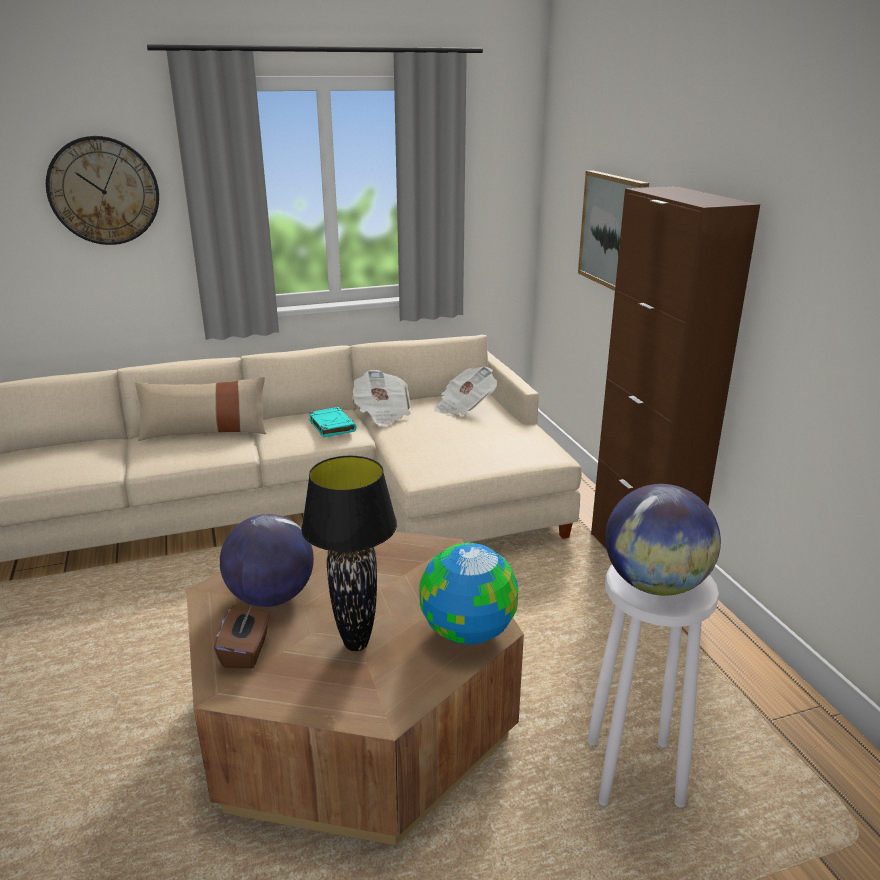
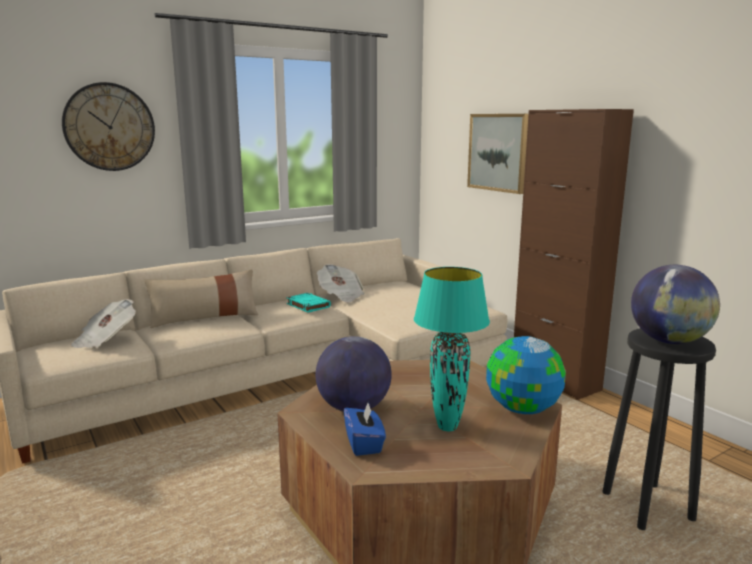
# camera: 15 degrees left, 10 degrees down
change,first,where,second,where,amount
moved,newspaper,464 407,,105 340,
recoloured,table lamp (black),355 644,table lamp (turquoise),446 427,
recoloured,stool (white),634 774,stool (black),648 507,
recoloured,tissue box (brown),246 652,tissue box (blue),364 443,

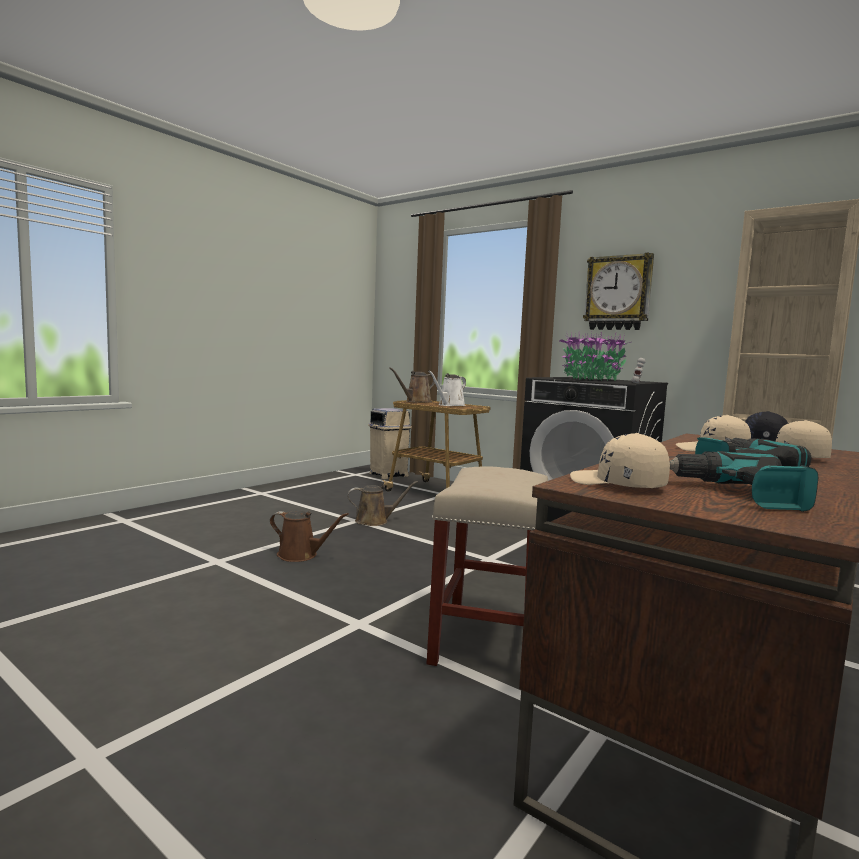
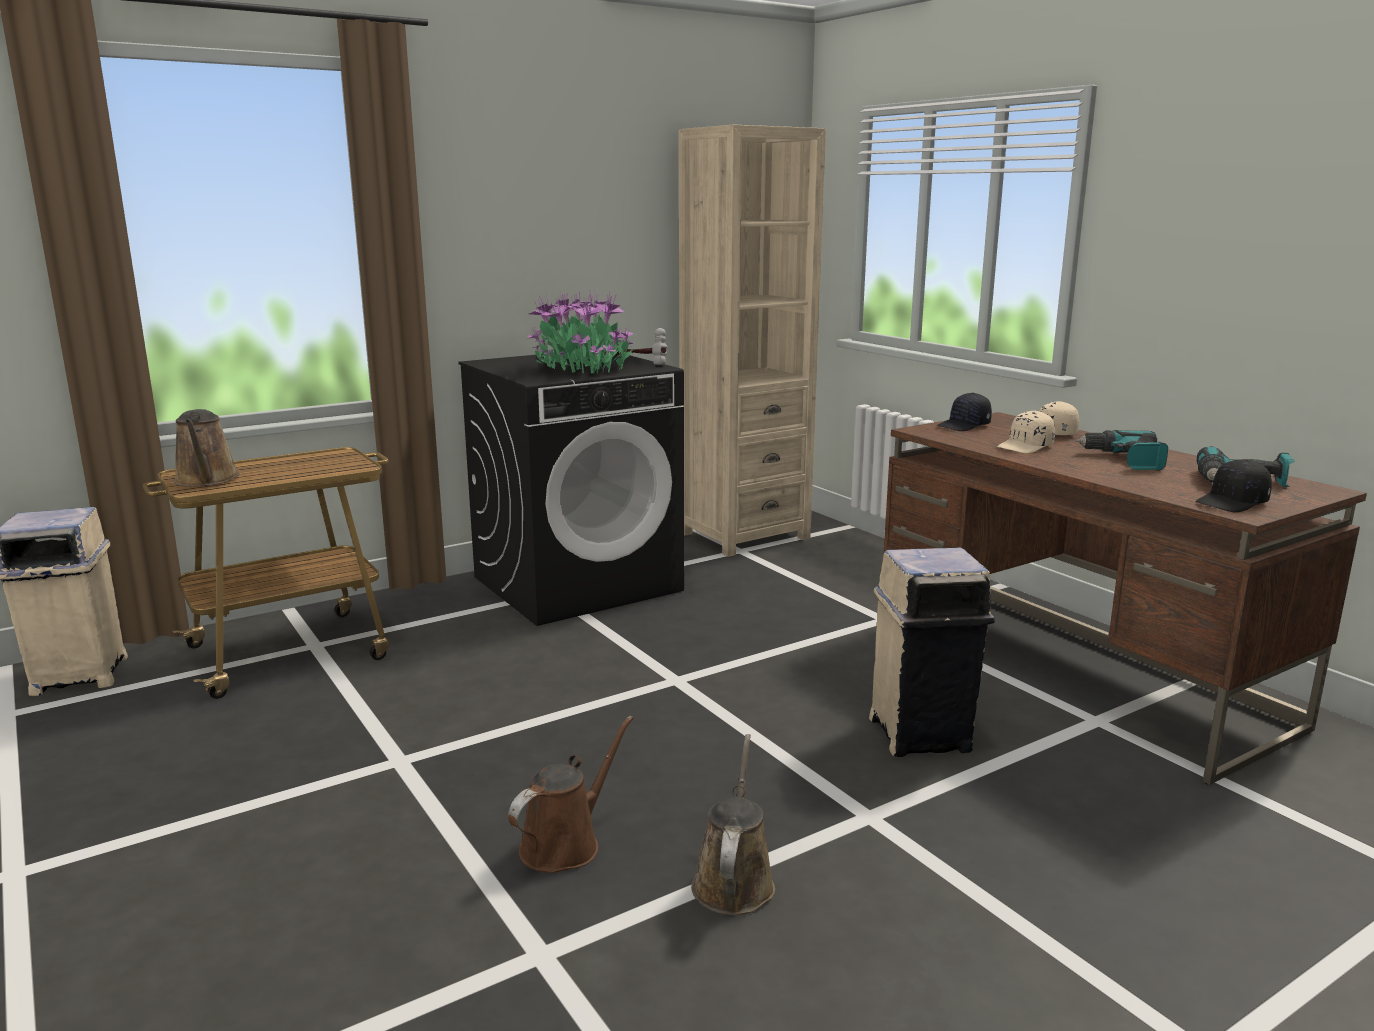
# camera: 70 degrees left, 10 degrees up
change,first,where,second,where,amount
removed,wall clock,618 293,,,
removed,watering can (white),449 405,,,
recoloured,cap (beige),617 485,cap (black),1232 503,
replaced,stool (beige),487 638,trash can (beige),921 734,
moved,watering can (brown),375 521,,734 881,

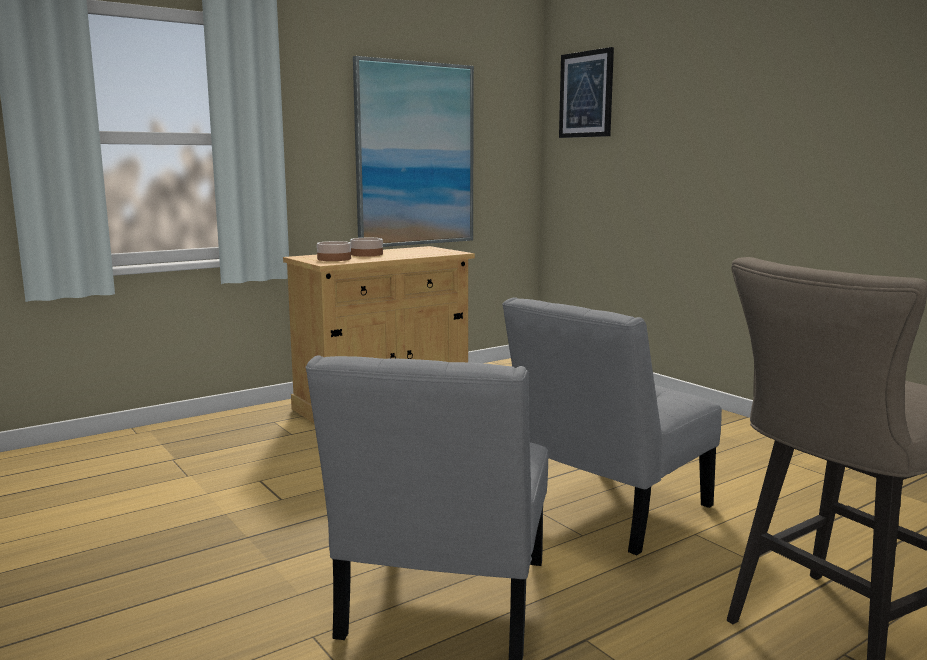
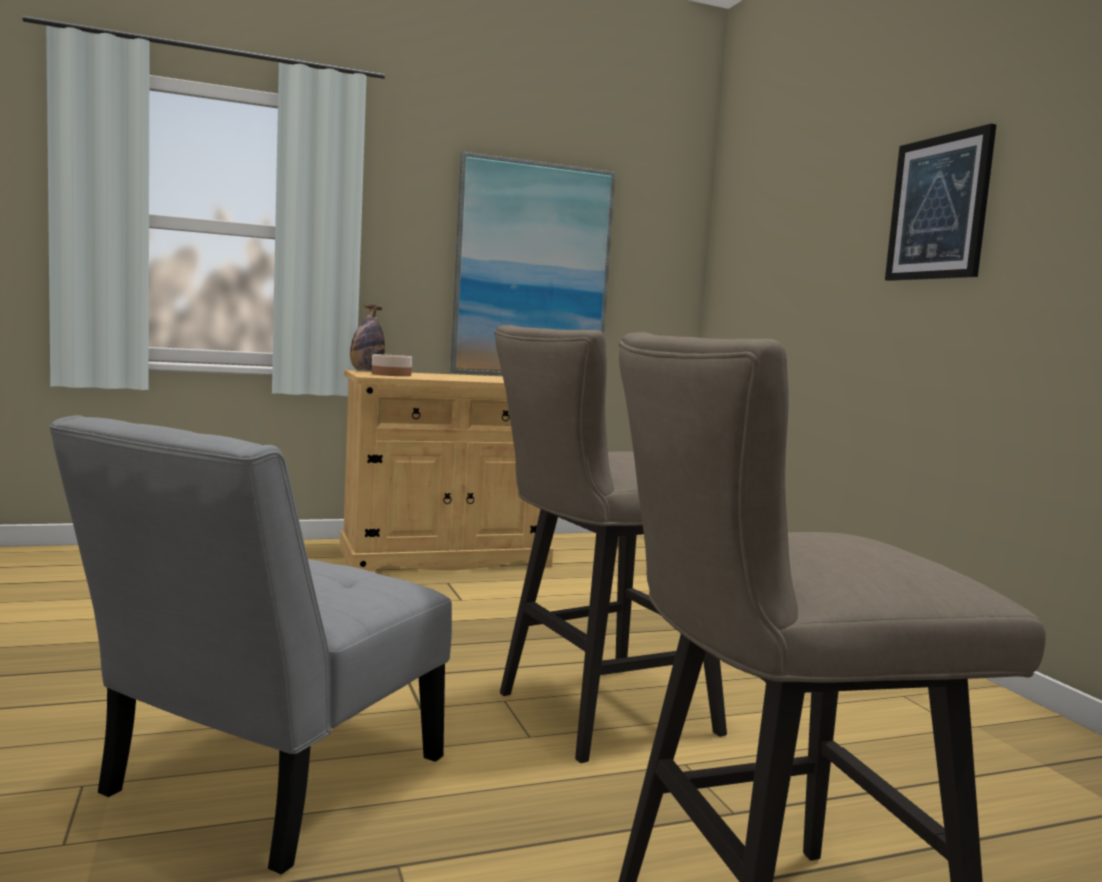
# camera: 15 degrees right, 5 degrees down
change,first,where,second,where,amount
moved,picture,586 94,,939 208,
removed,bowl,366 254,,,
replaced,chair (grey),607 511,stool (beige),592 714,
added,,,bottle,366 371,

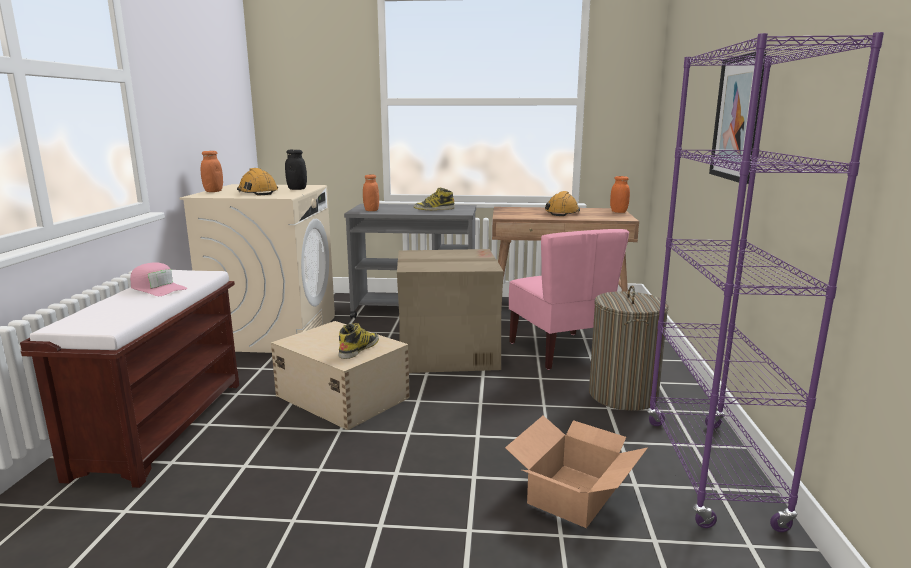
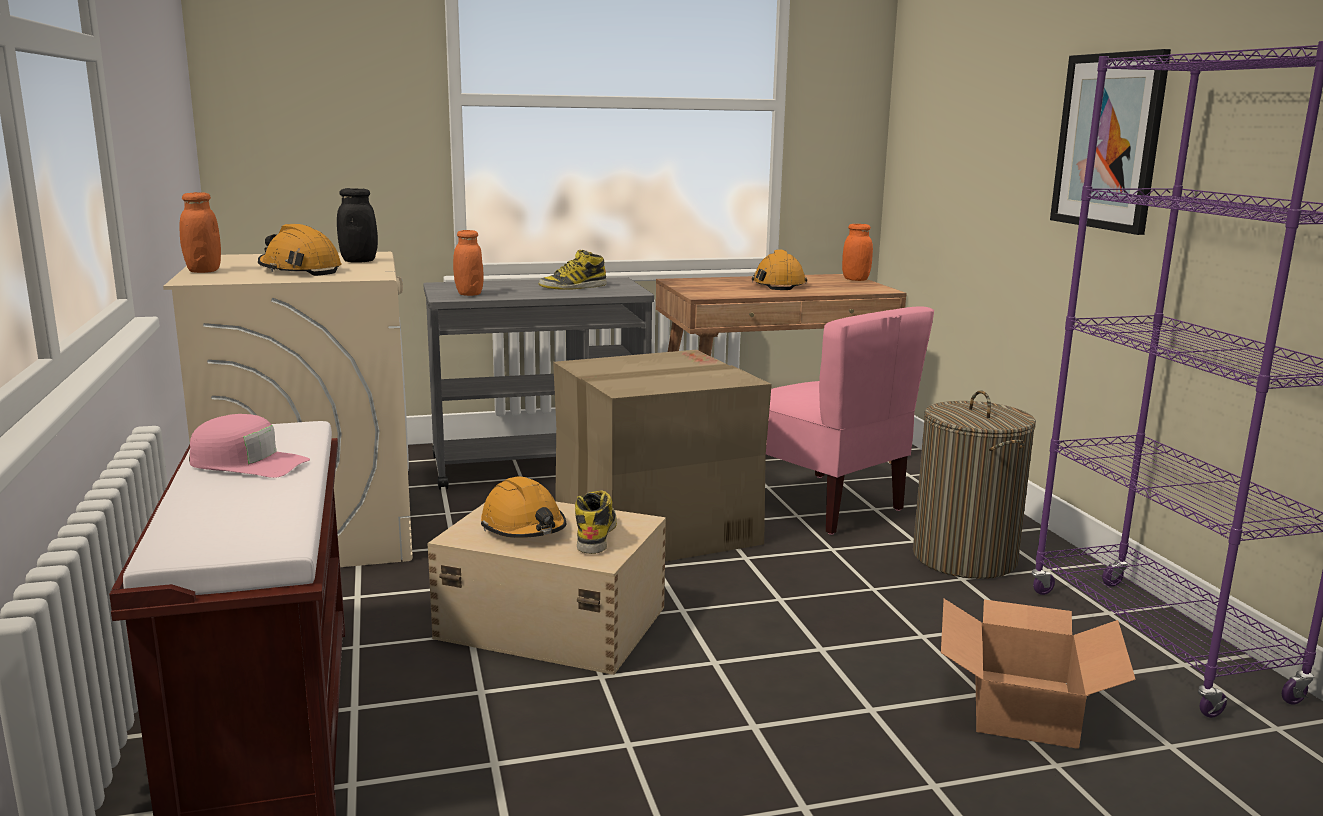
# camera: 20 degrees left, 0 degrees up
change,first,where,second,where,amount
added,,,hard hat (orange),524 528,

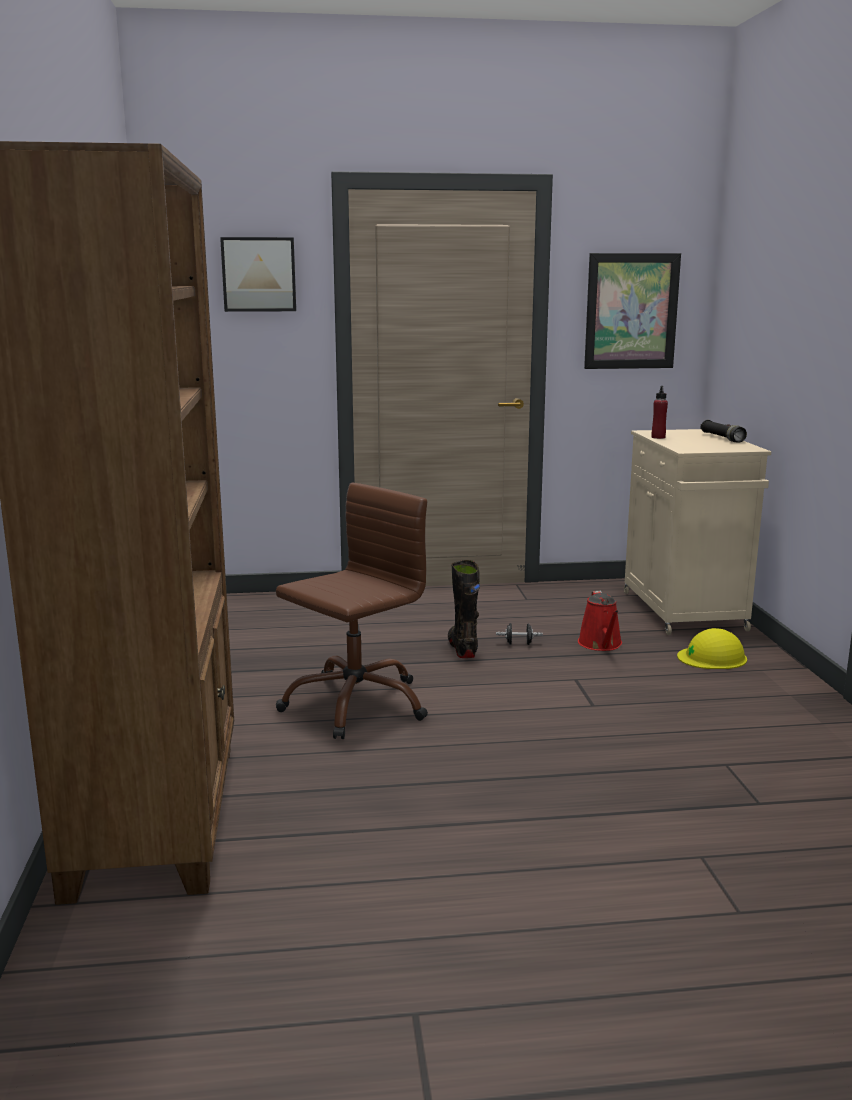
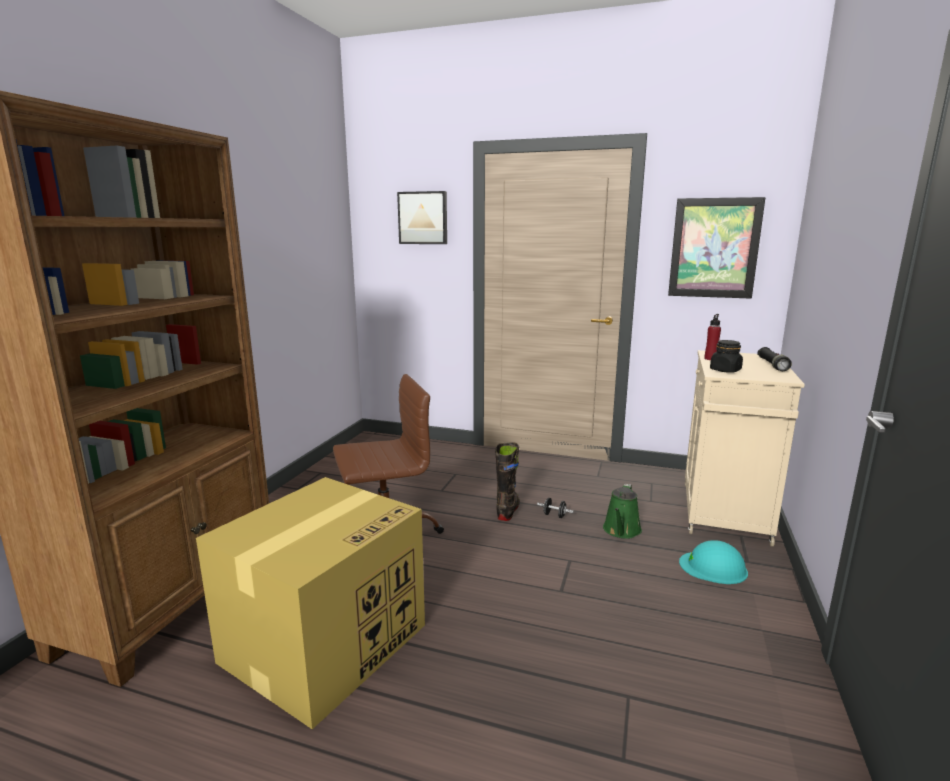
# camera: 25 degrees right, 0 degrees up
change,first,where,second,where,amount
recoloured,watering can (red),601 644,watering can (green),621 531,
recoloured,hard hat (yellow),712 657,hard hat (turquoise),713 567,
added,,,jar (black),725 370,
added,,,cardboard box,326 641,

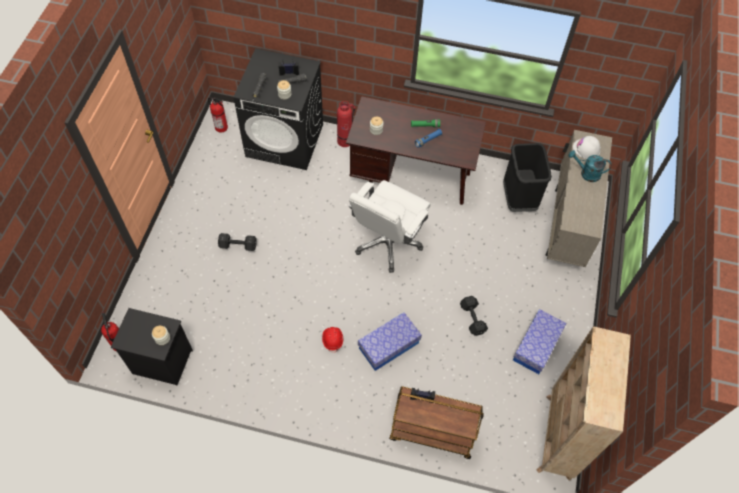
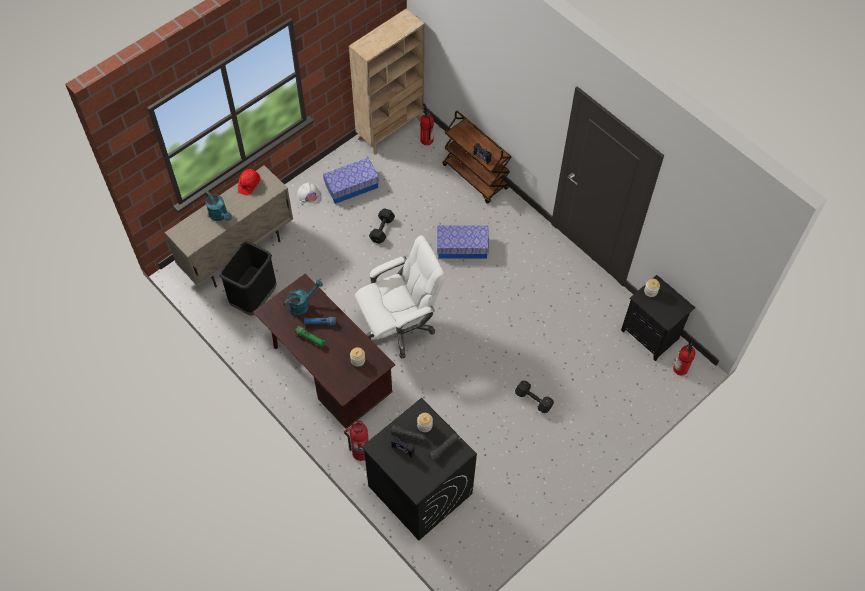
# camera: 145 degrees left, 0 degrees up
change,first,where,second,where,amount
moved,fire extinguisher,221 127,,426 140,
moved,hard hat (white),586 149,,308 195,
moved,hard hat (red),333 339,,249 185,
added,,,watering can (turquoise),302 305,

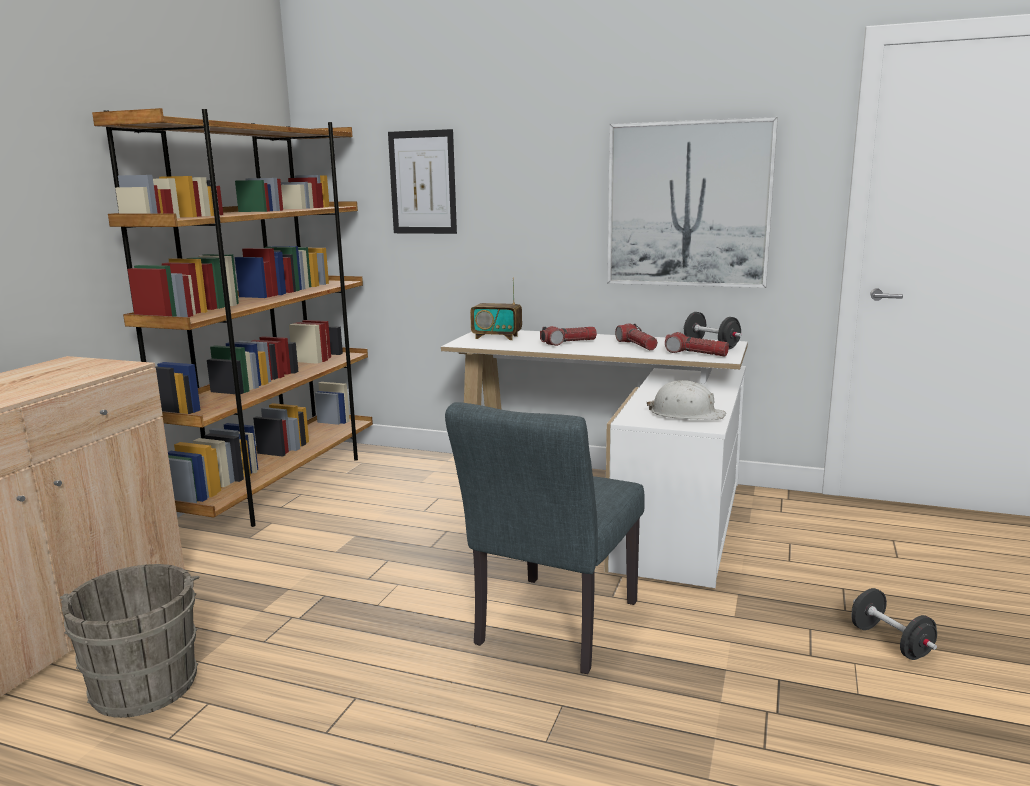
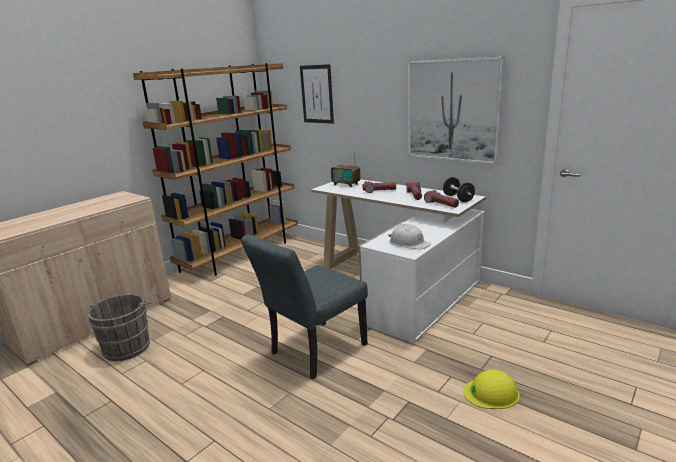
# camera: 20 degrees right, 5 degrees up
change,first,where,second,where,amount
replaced,dumbbell (black),890 642,hard hat (yellow),491 393,

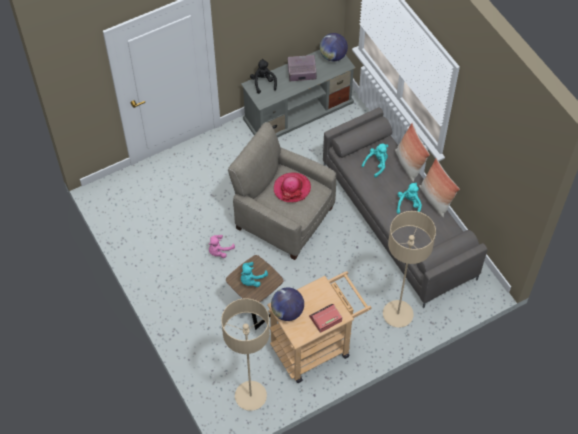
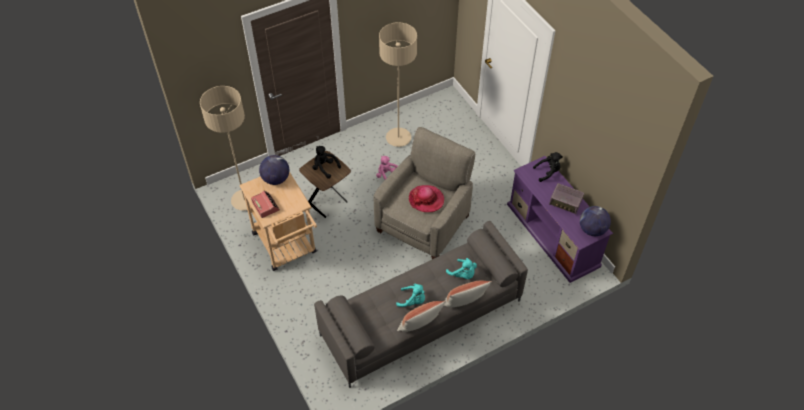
# camera: 90 degrees right, 5 degrees down
change,first,where,second,where,amount
recoloured,tv stand (grey),299 110,tv stand (purple),553 235,
turned,radio,301 72,,565 203,120 degrees clockwise
moved,floor lamp (beige),397 314,,398 138,
recoloured,plush toy (turquoise),251 279,plush toy (black),325 168,

